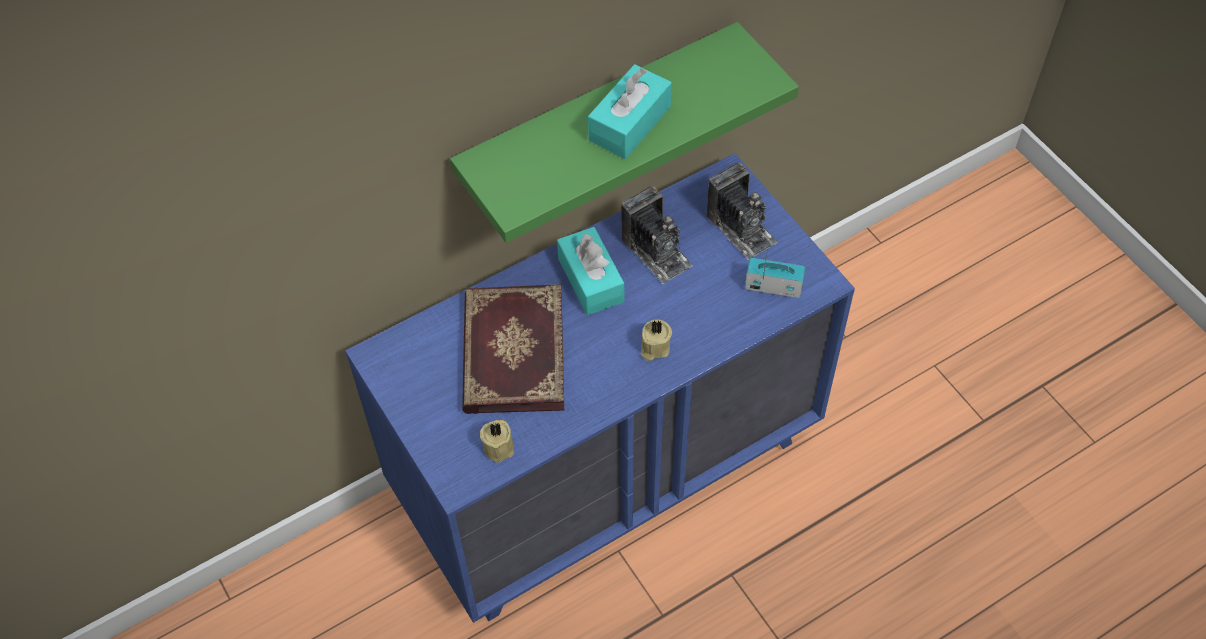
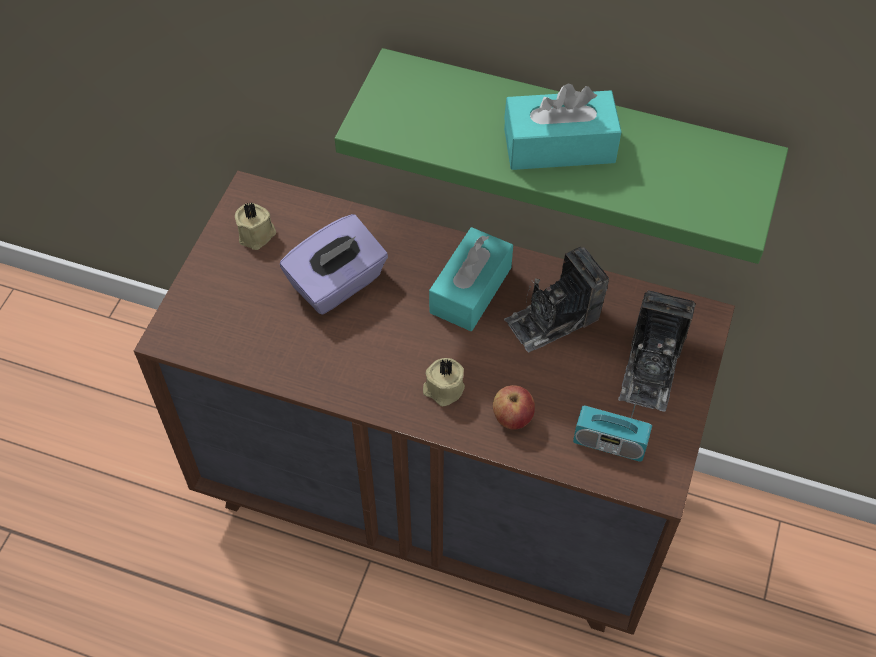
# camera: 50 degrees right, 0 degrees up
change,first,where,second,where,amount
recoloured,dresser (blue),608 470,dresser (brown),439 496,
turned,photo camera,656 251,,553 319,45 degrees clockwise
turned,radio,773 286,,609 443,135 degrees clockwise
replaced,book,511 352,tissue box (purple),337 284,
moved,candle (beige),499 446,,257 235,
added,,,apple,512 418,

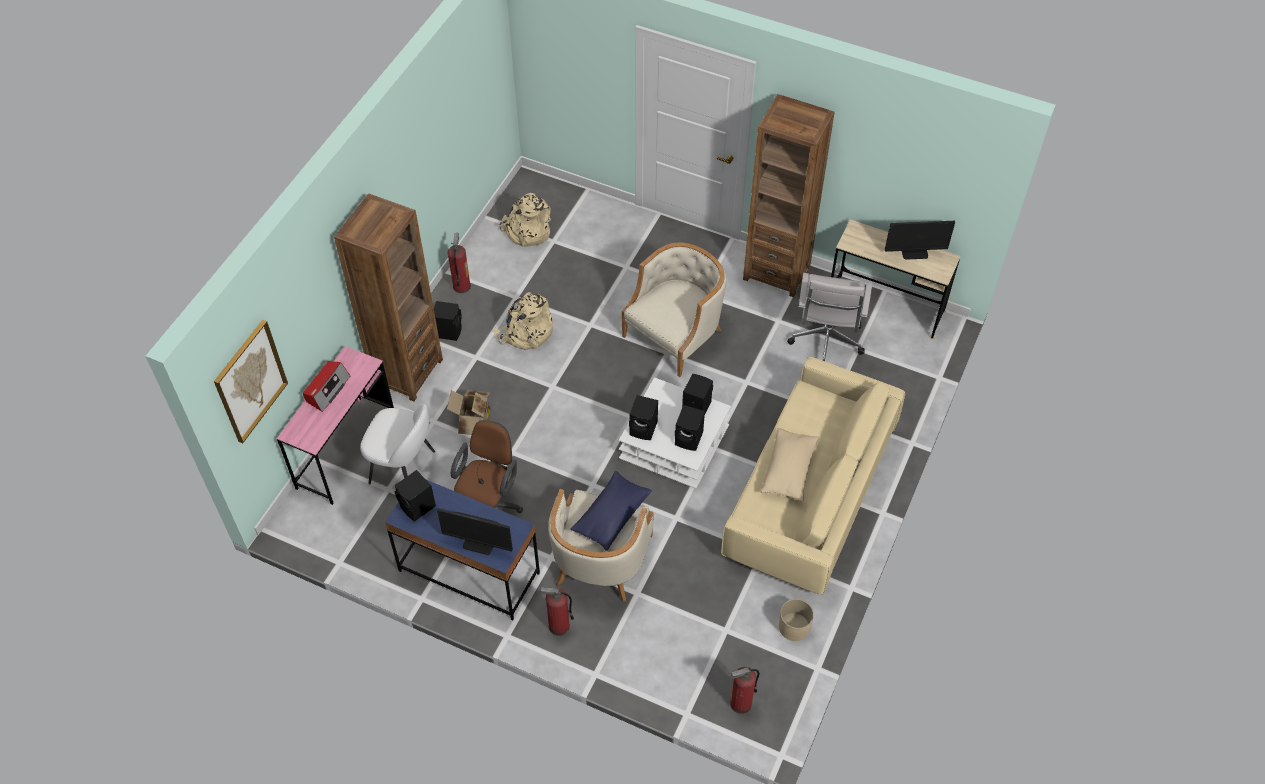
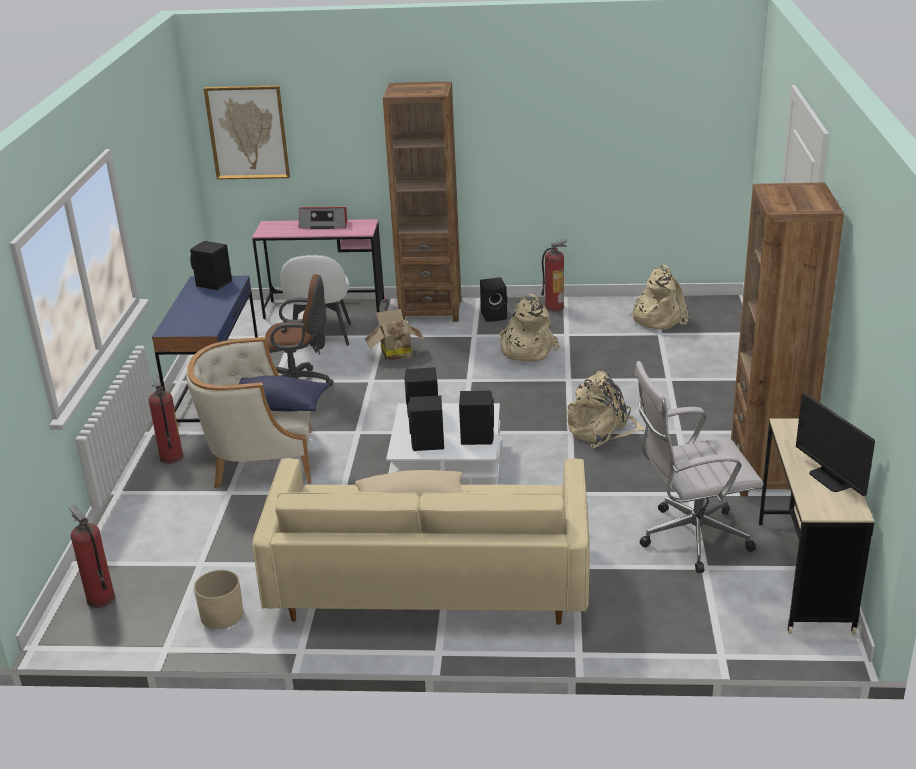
# camera: 70 degrees right, 25 degrees down
change,first,where,second,where,amount
replaced,armchair (beige),676 334,backpack (beige),602 431,
removed,monitor,479 543,,,

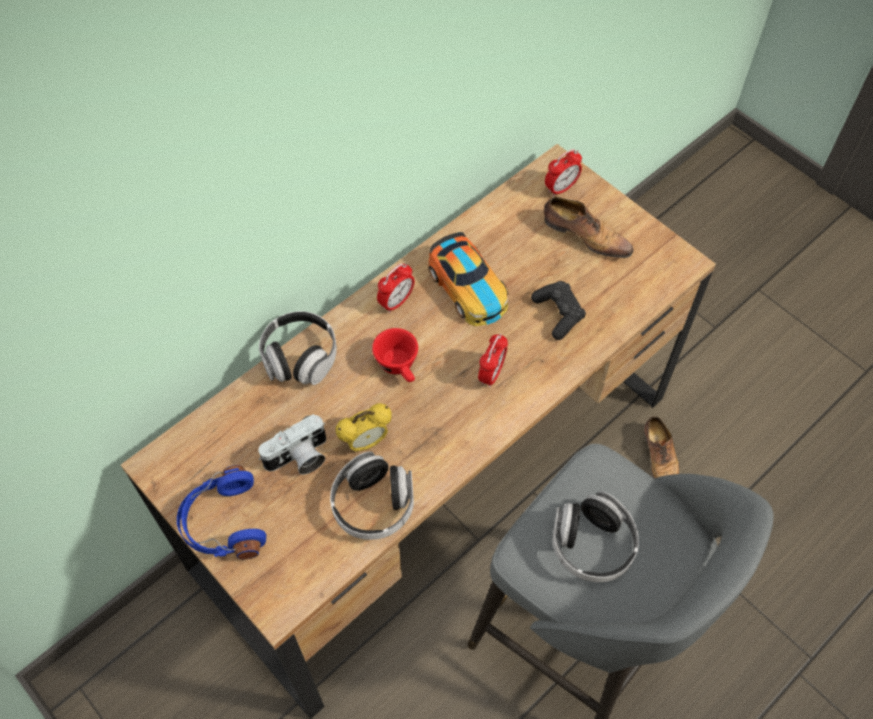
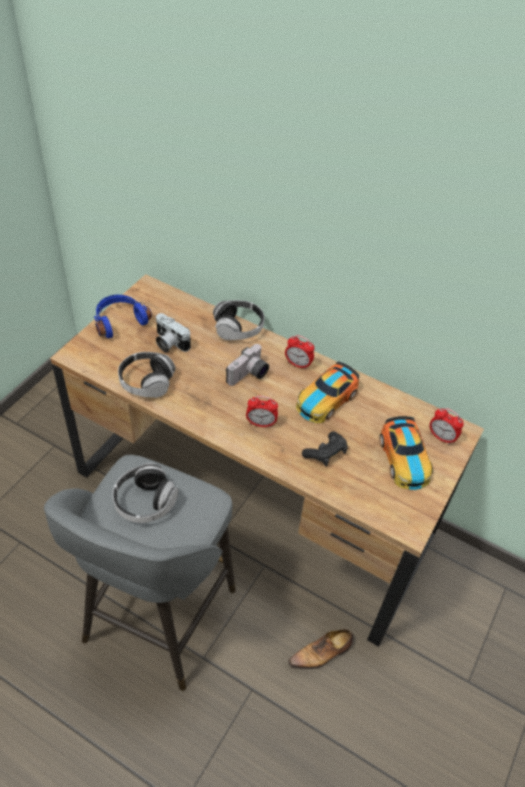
# camera: 70 degrees right, 10 degrees down
change,first,where,second,where,amount
replaced,shoe,585 235,toy car,404 459,
replaced,cup (red),399 367,photo camera,249 375,
removed,alarm clock,366 442,,,

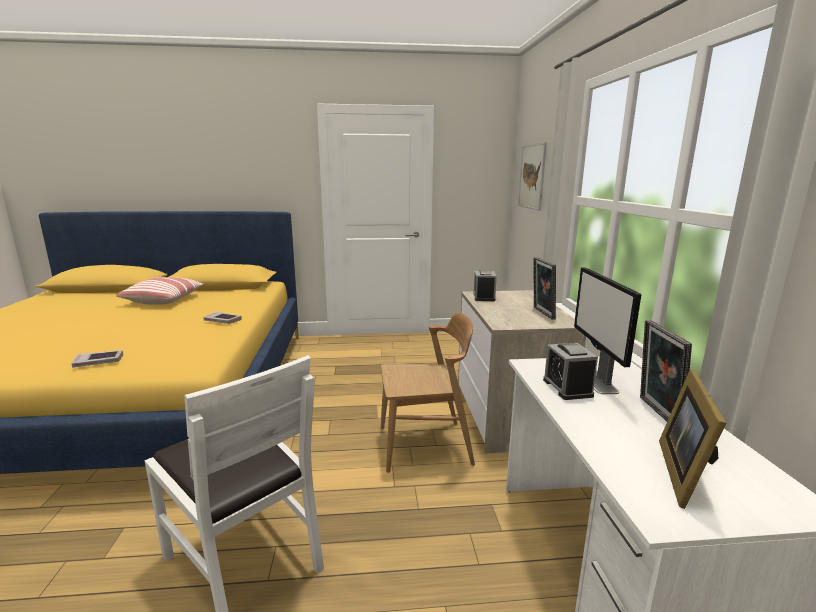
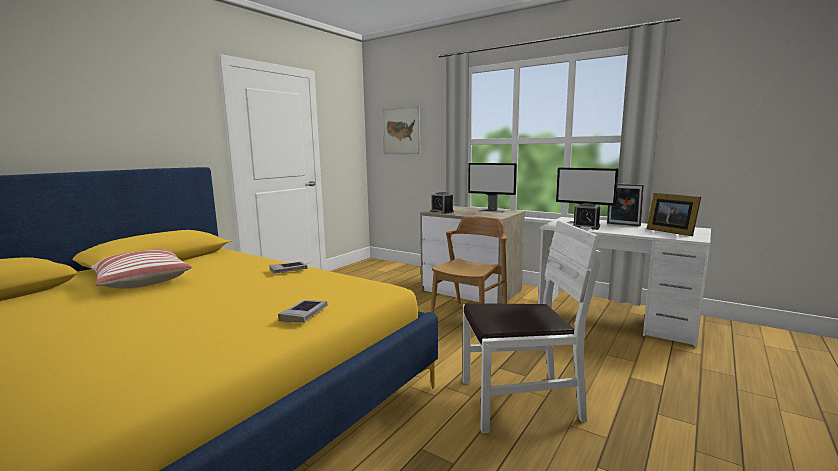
# camera: 50 degrees left, 5 degrees down
change,first,where,second,where,amount
replaced,picture frame,541 313,monitor,491 211,

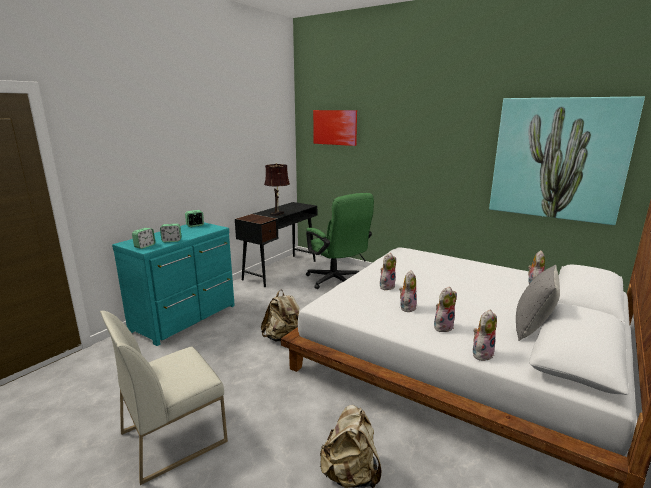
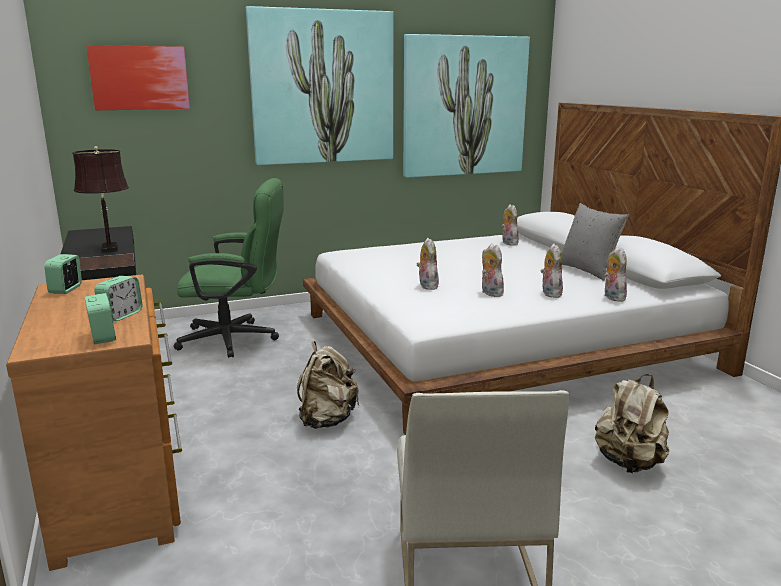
# camera: 55 degrees left, 0 degrees up
change,first,where,second,where,amount
recoloured,dresser (turquoise),186 318,dresser (brown),121 487,
added,,,picture,322 87,

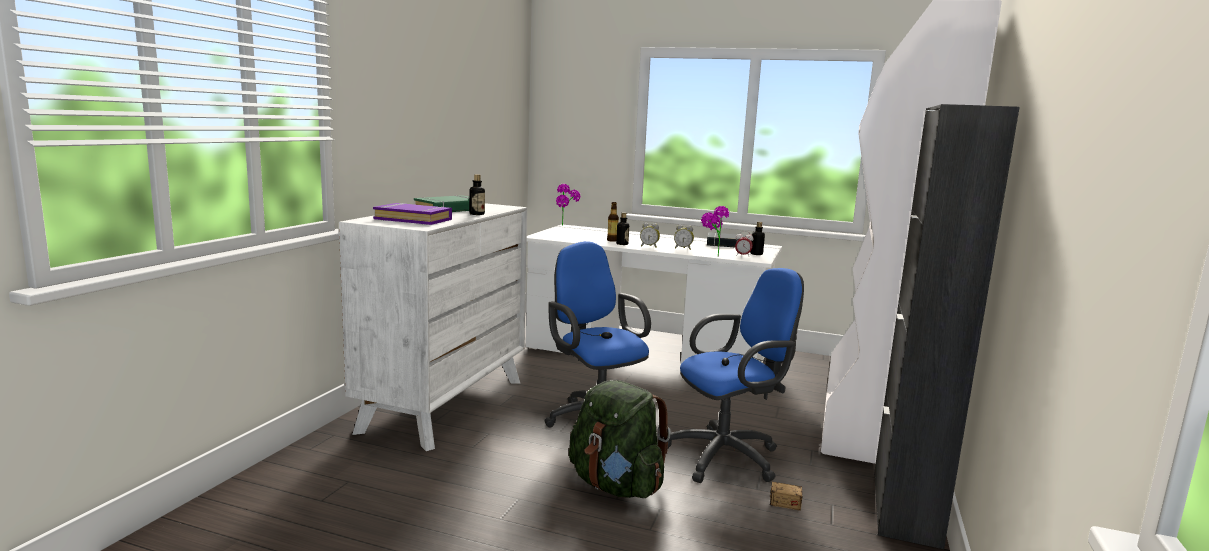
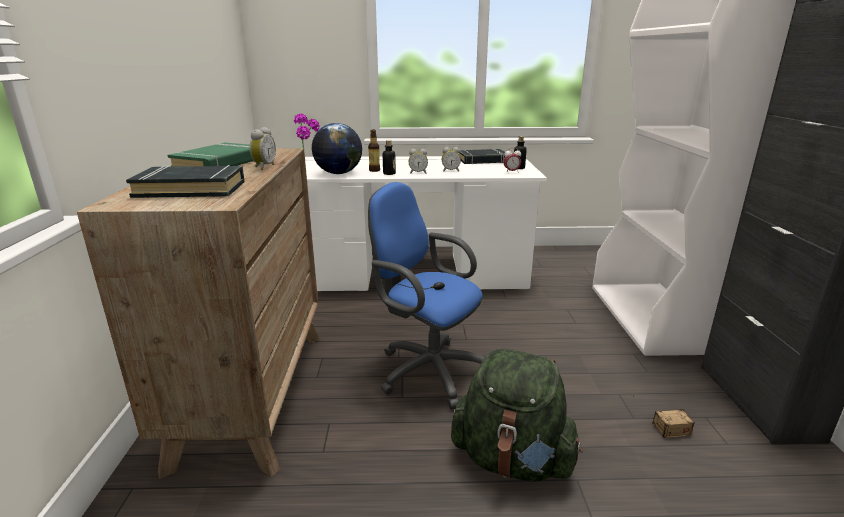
# camera: 20 degrees left, 10 degrees up
change,first,where,second,where,amount
replaced,bottle,477 214,alarm clock,263 167,
recoloured,dresser (white),444 404,dresser (brown),253 393,
recoloured,book (purple),413 219,book (black),191 189,
removed,potted plant,711 255,,,
removed,office chair (blue),728 457,,,
added,,,globe,338 173,

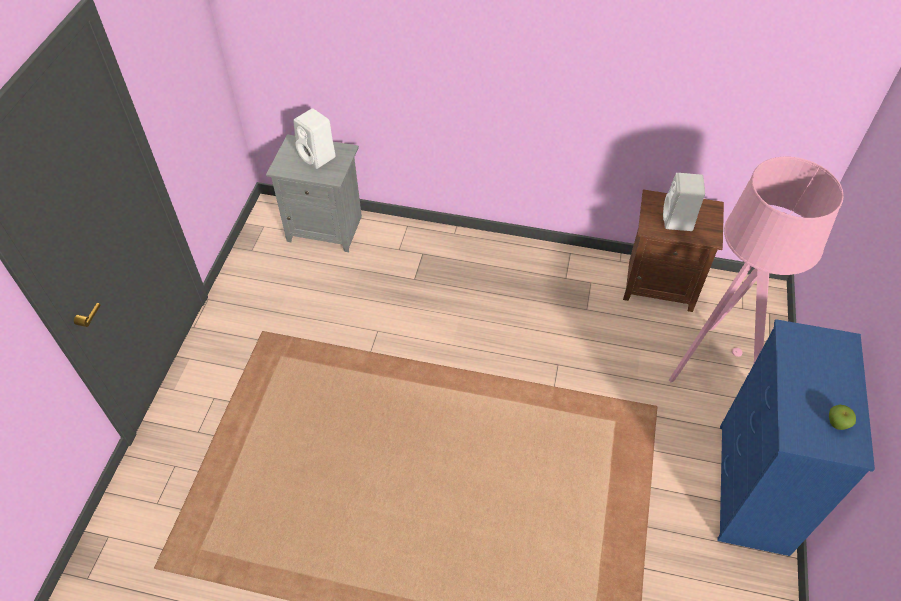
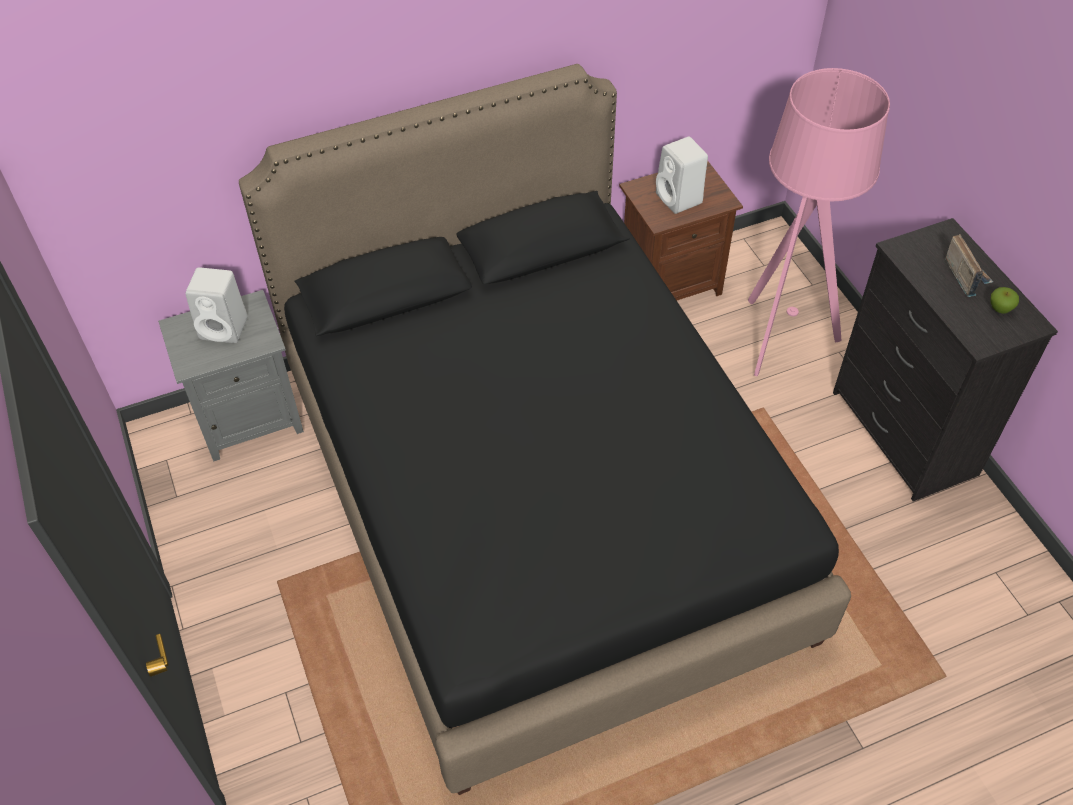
# camera: 35 degrees left, 0 degrees up
change,first,where,second,where,amount
recoloured,dresser (blue),752 488,dresser (black),904 434,
added,,,bed (black),537 500,
added,,,radio,966 275,

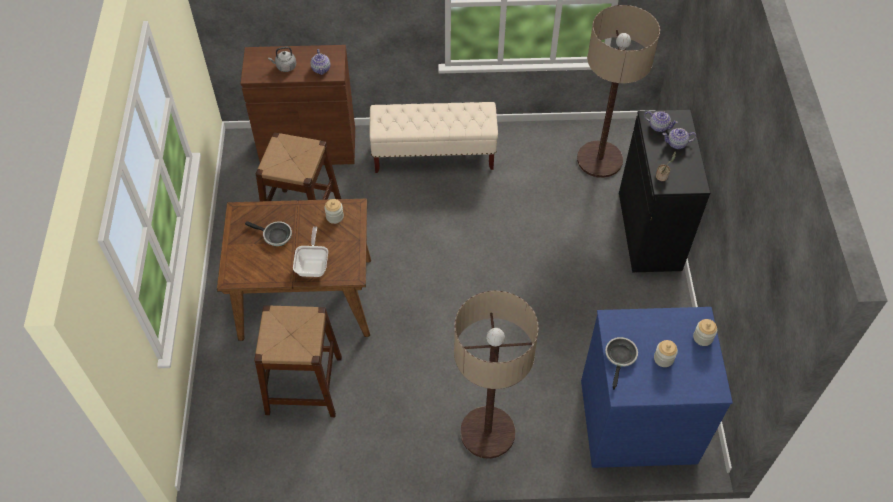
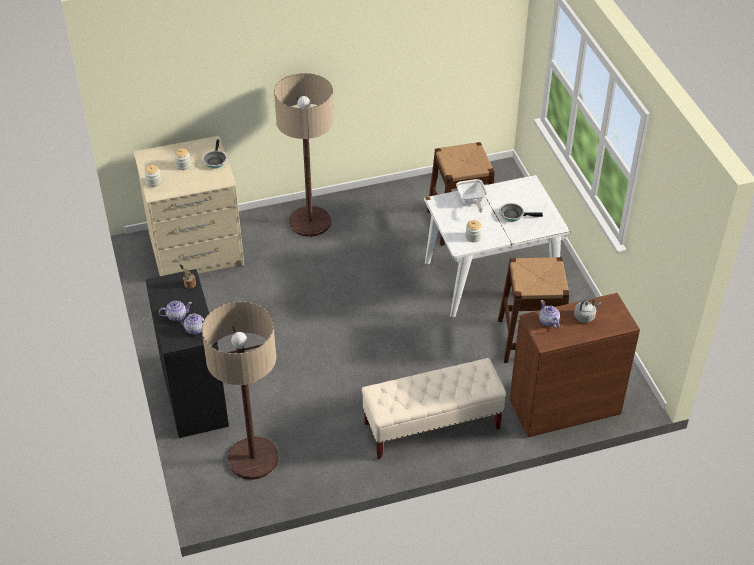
# camera: 165 degrees right, 10 degrees down
change,first,where,second,where,amount
recoloured,dining table (brown),307 298,dining table (white),489 278,
recoloured,dresser (blue),637 419,dresser (beige),196 250,

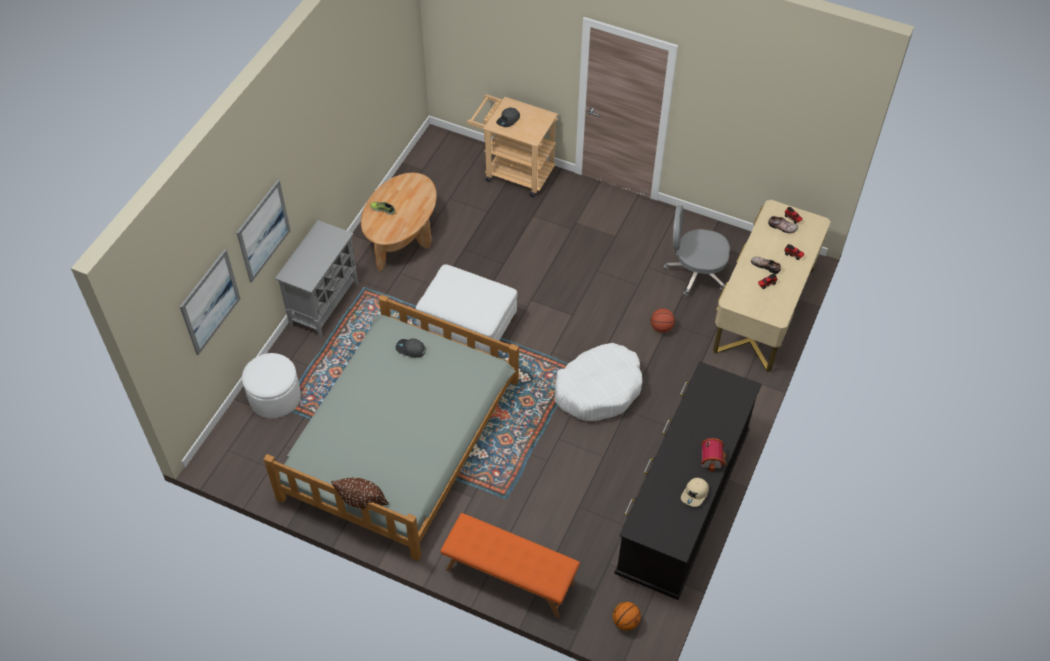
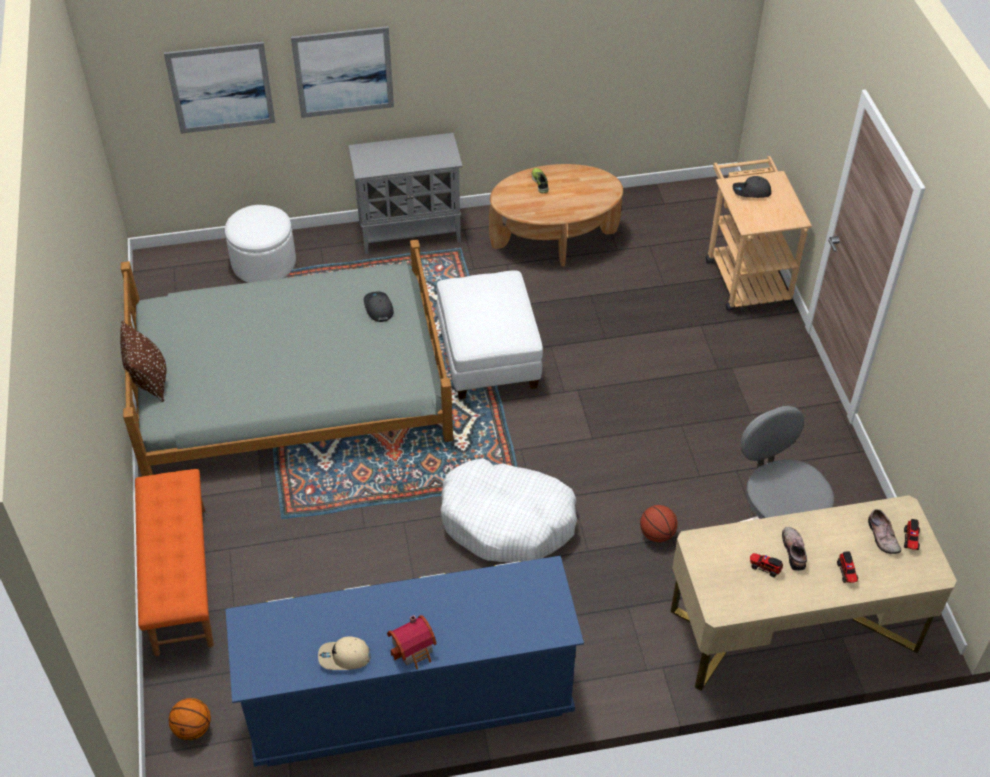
# camera: 55 degrees right, 5 degrees down
change,first,where,second,where,amount
recoloured,dresser (black),682 503,dresser (blue),409 698,

